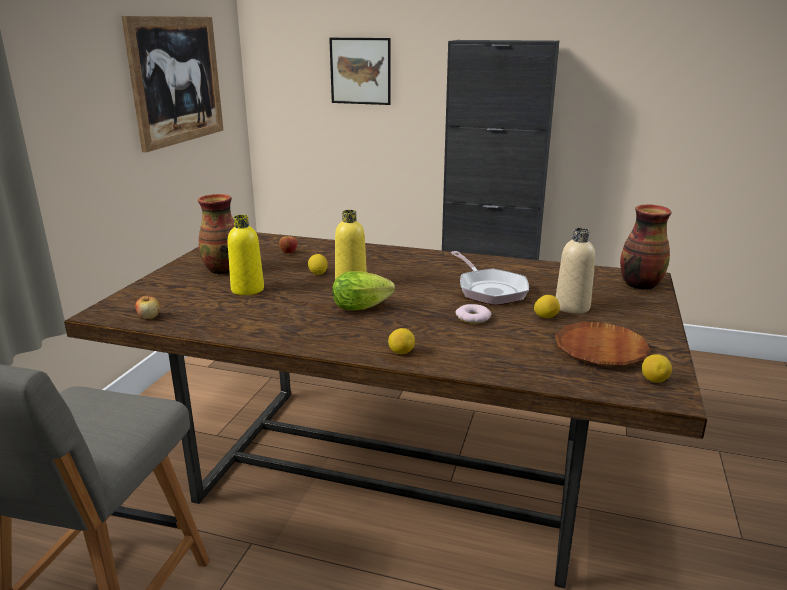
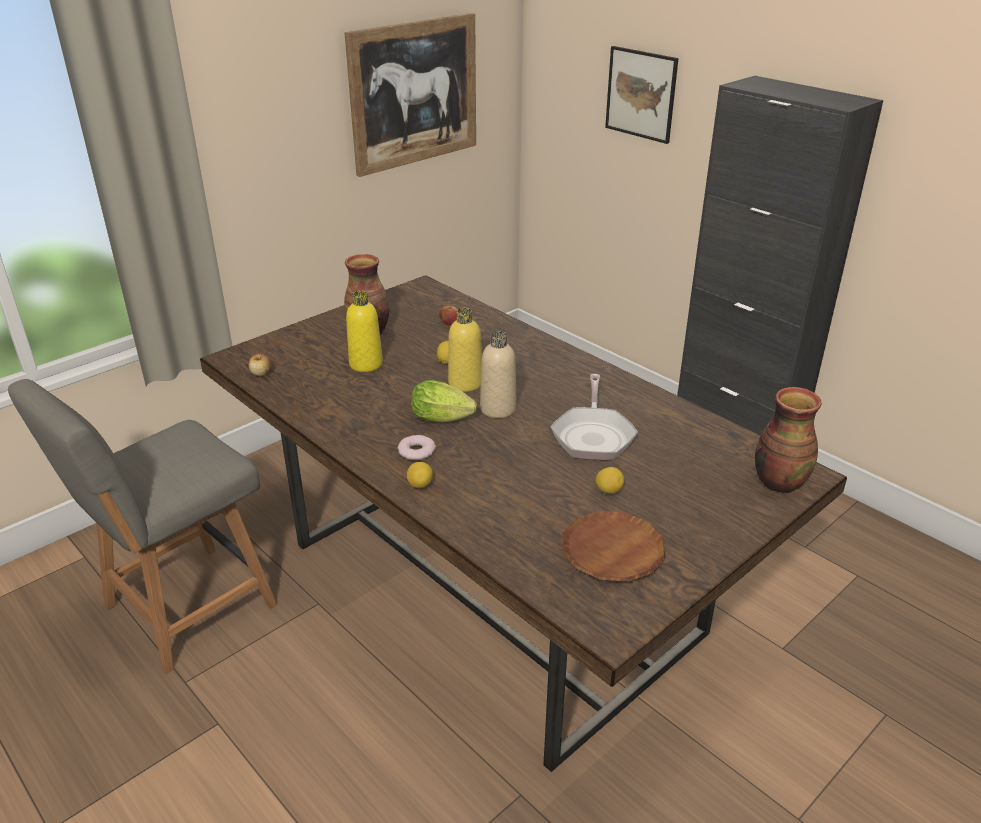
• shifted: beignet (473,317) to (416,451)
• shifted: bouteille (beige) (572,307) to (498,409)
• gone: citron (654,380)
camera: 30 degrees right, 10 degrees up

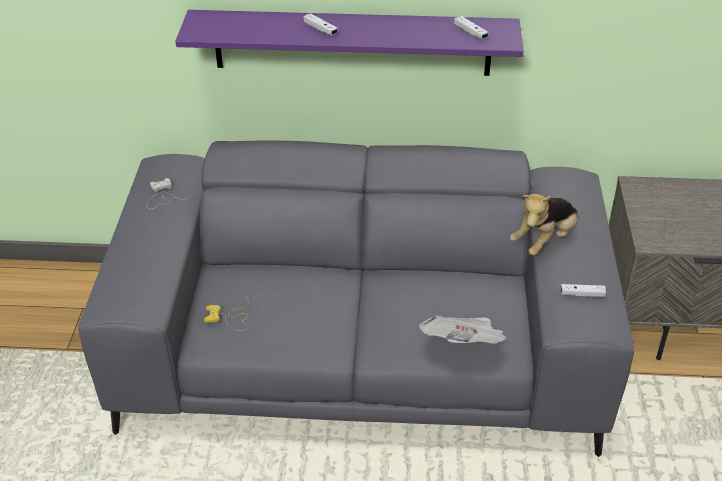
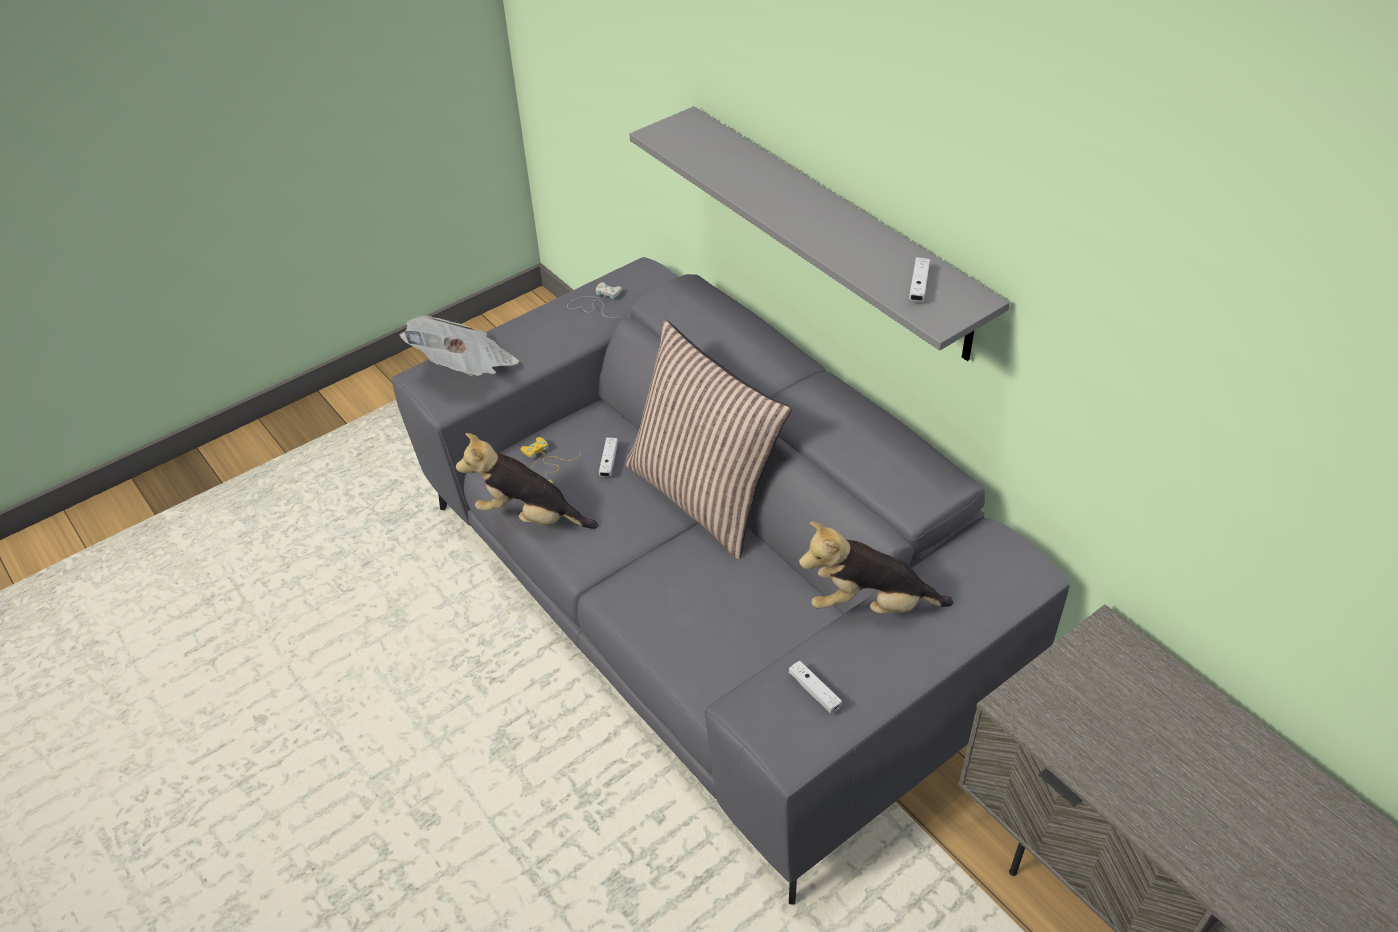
• shifted: journal (463,345) to (465,368)
• new: peluche (530,516)
• shifted: manette (blanc) (320,29) to (609,461)
• new: coussin (703,496)
• repainted: étagère (violet) (352,42) to étagère (gris) (833,231)
camera: 50 degrees right, 5 degrees up

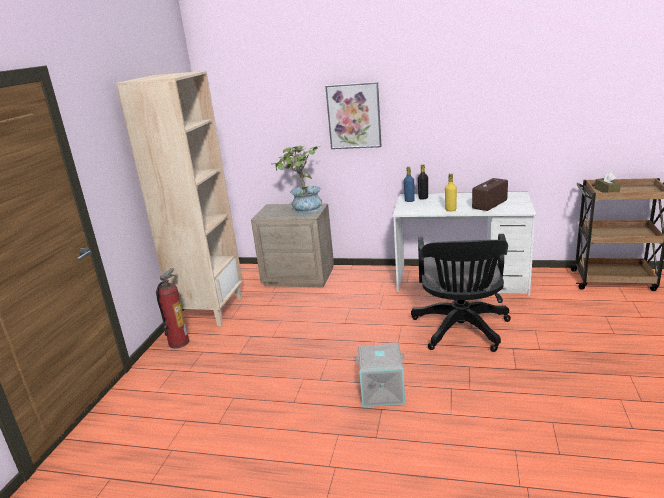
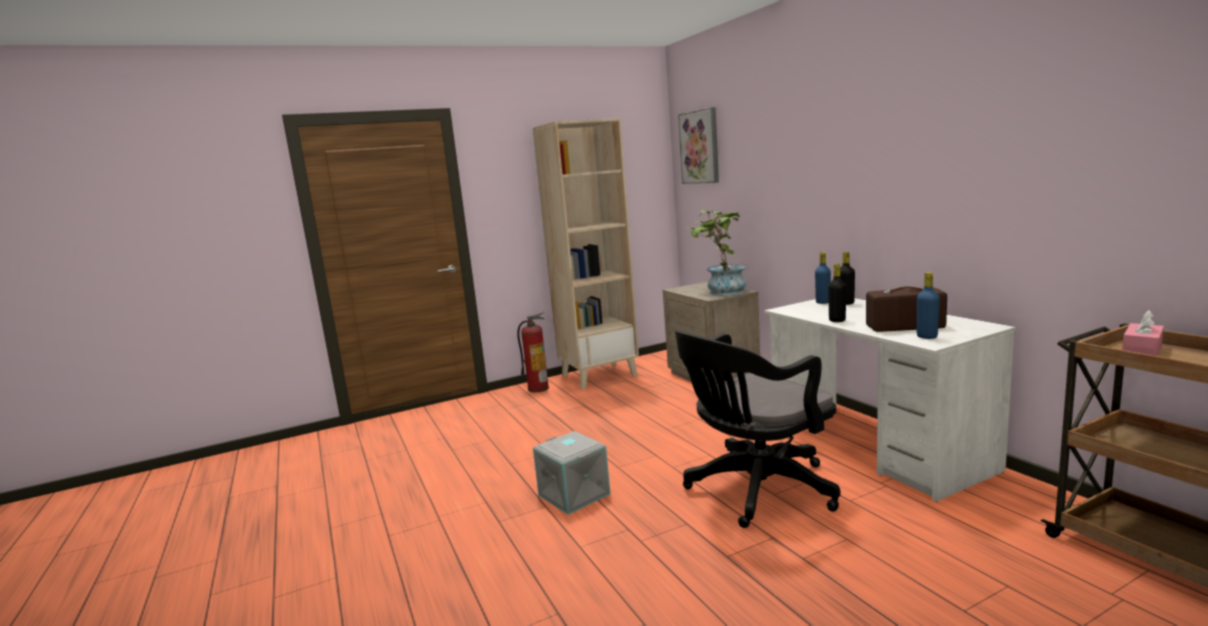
• shifted: tableau (354,116) to (700,147)
• repainted: bouteille (jaune) (450,210) to bouteille (noir) (837,320)
• new: bouteille (bleu) (927,336)
• repainted: boîte à mouchoirs (marron) (606,191) to boîte à mouchoirs (rose) (1141,351)
camera: 50 degrees right, 10 degrees down

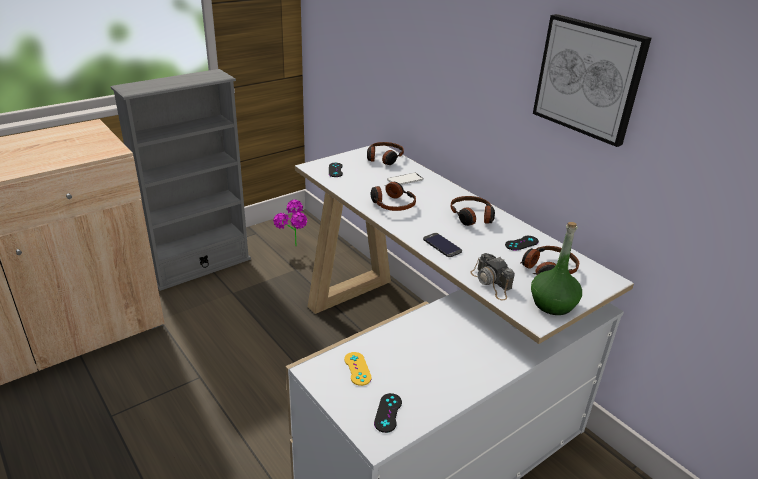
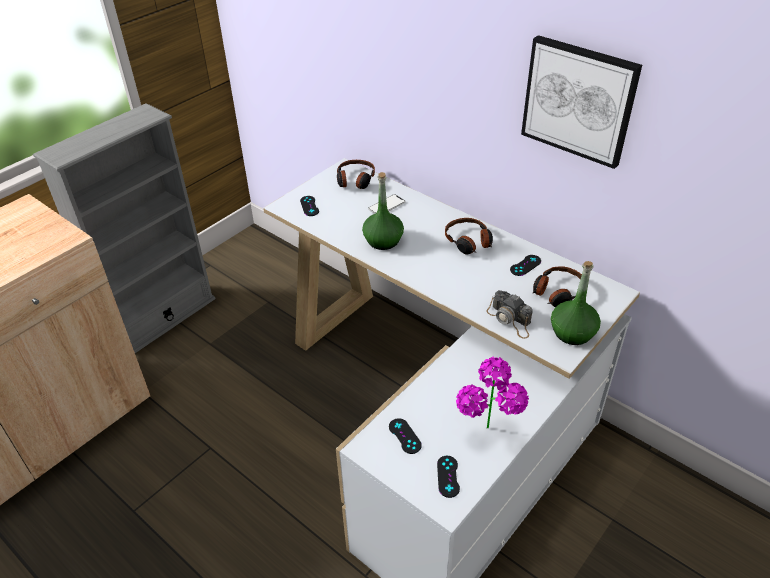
• swapped: casque audio (391,204) to bouteille (vert) (383,241)
• repainted: manette (jaune) (357,368) to manette (noir) (404,436)
• shifted: plante en pot (293,249) to (488,438)
• gone: téléphone (442,245)
camera: 10 degrees left, 10 degrees up

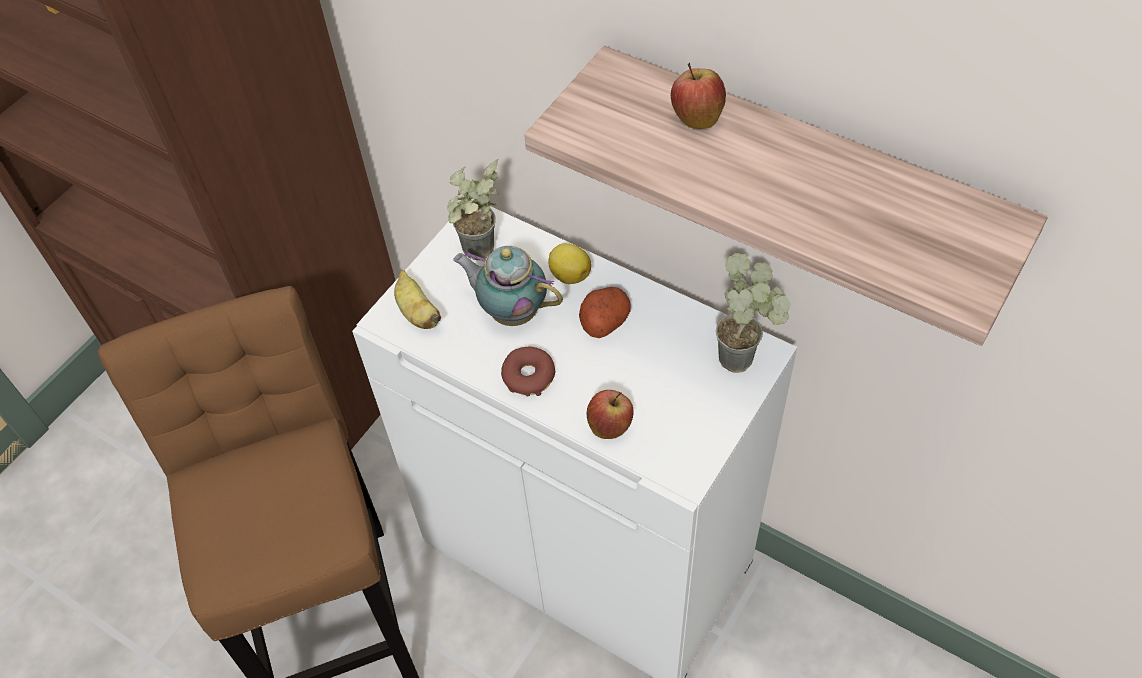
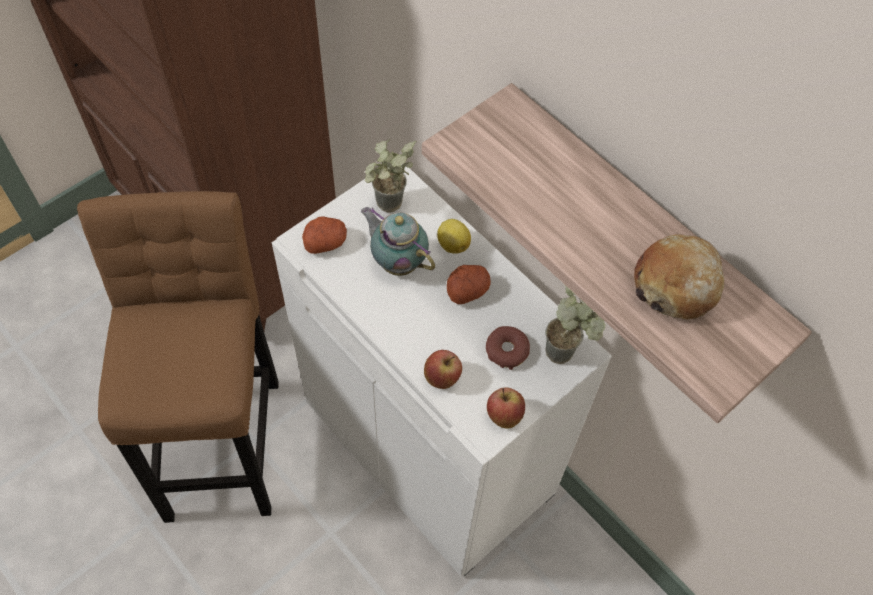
• swapped: banane (417,313) to pomme de terre (325,242)
• shifted: beignet (528,376) to (507,350)
• shifted: pomme (696,118) to (504,415)
• new: pain (676,285)
camera: 10 degrees right, 5 degrees up

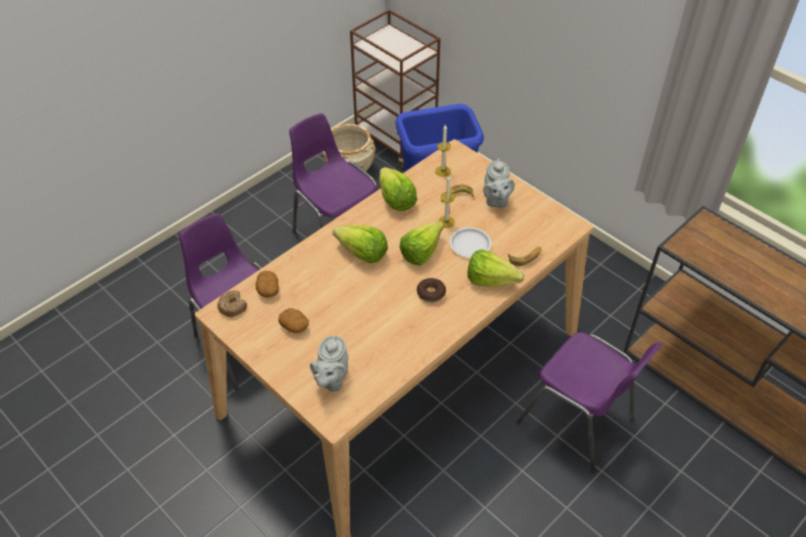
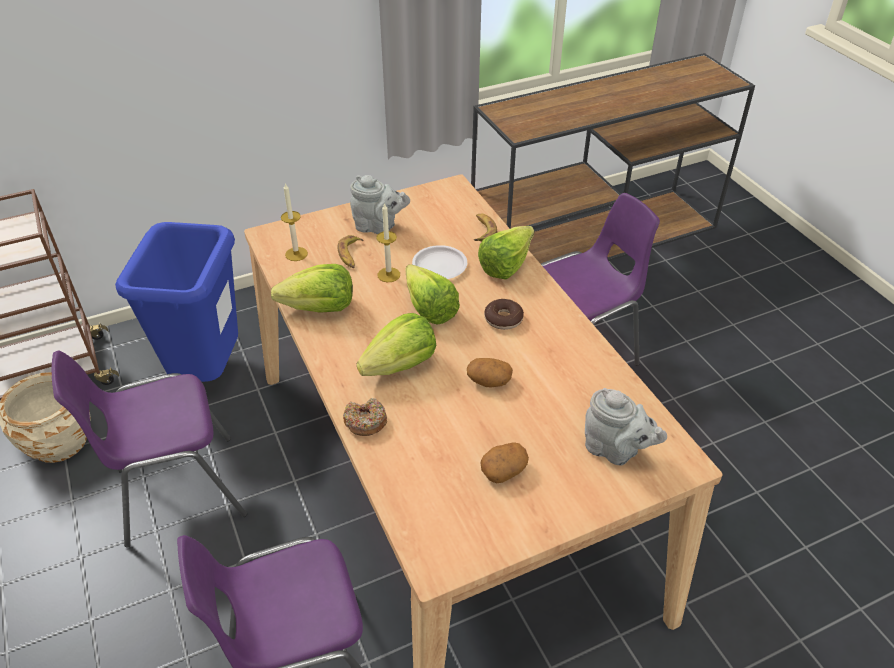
• shifted: beignet (232,307) to (365,422)
• shifted: pomme de terre (268,289) to (488,381)
camera: 70 degrees left, 5 degrees down

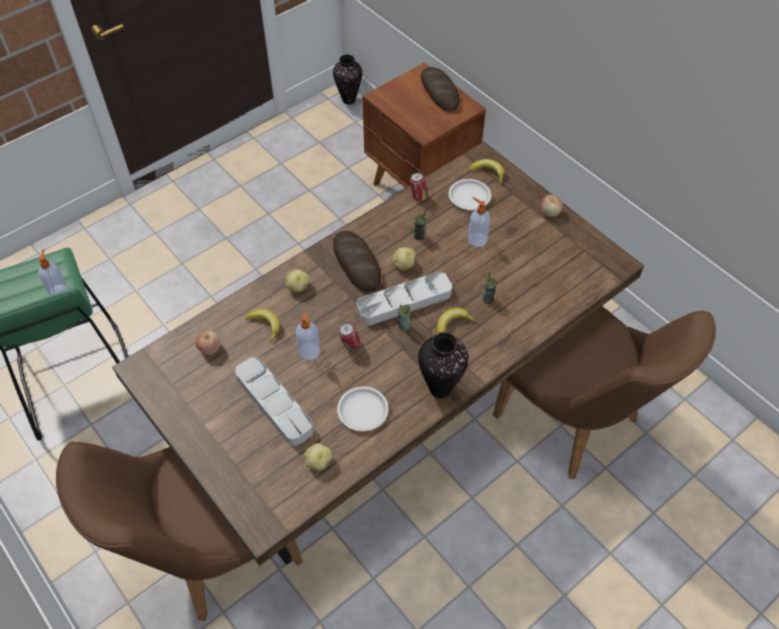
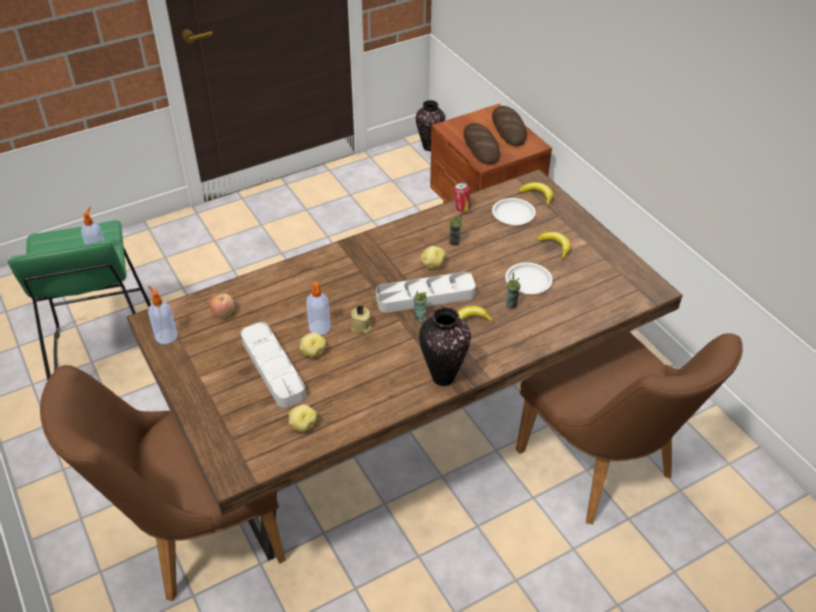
• shifted: distributeur de savon (476,239) to (166,336)
• shifted: pomme de terre (297,287) to (313,352)
• swapped: boîte métallique (350,345) to bougie (beige) (361,327)
• shifted: pain (356,263) to (481,147)
• shifted: assiette (blanc) (362,411) to (528,281)
• shifted: banane (265,325) to (555,247)
• gone: pomme (550,212)
camera: 10 degrees right, 10 degrees down

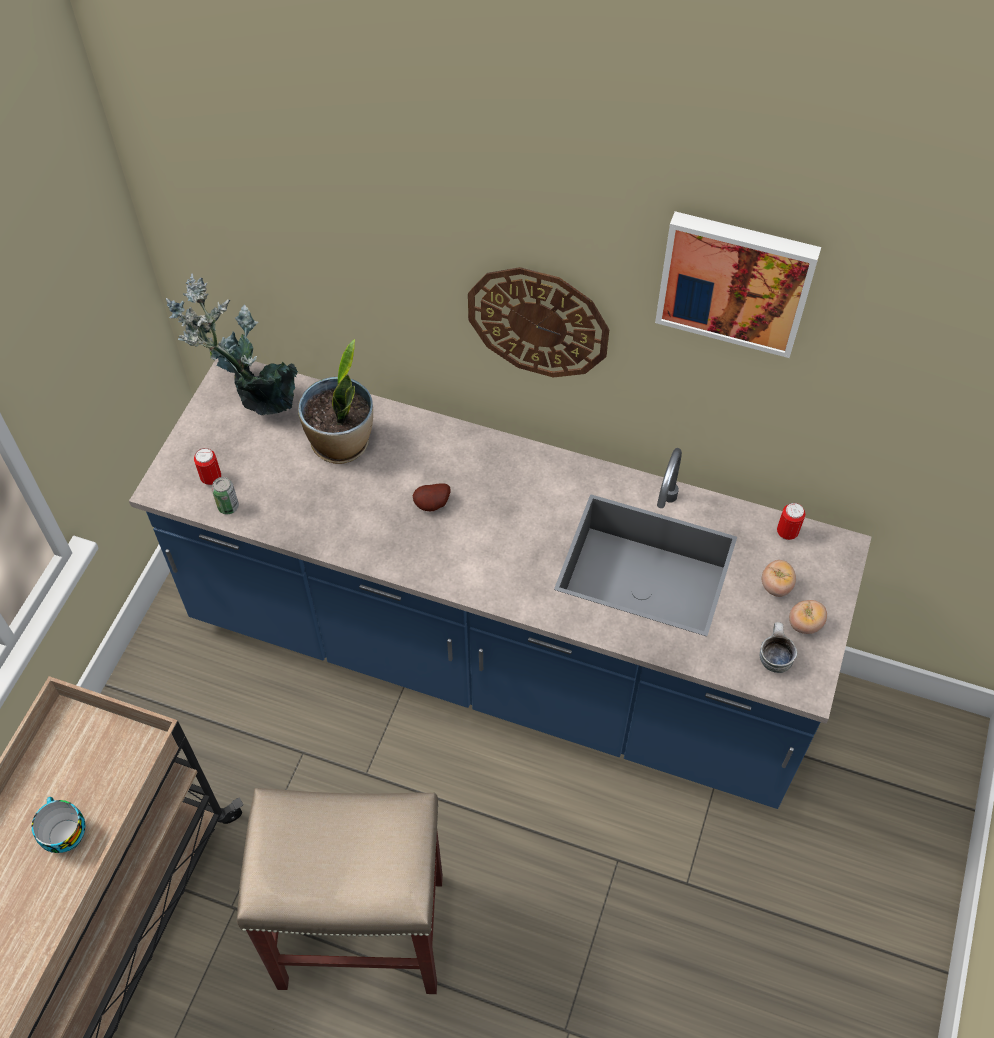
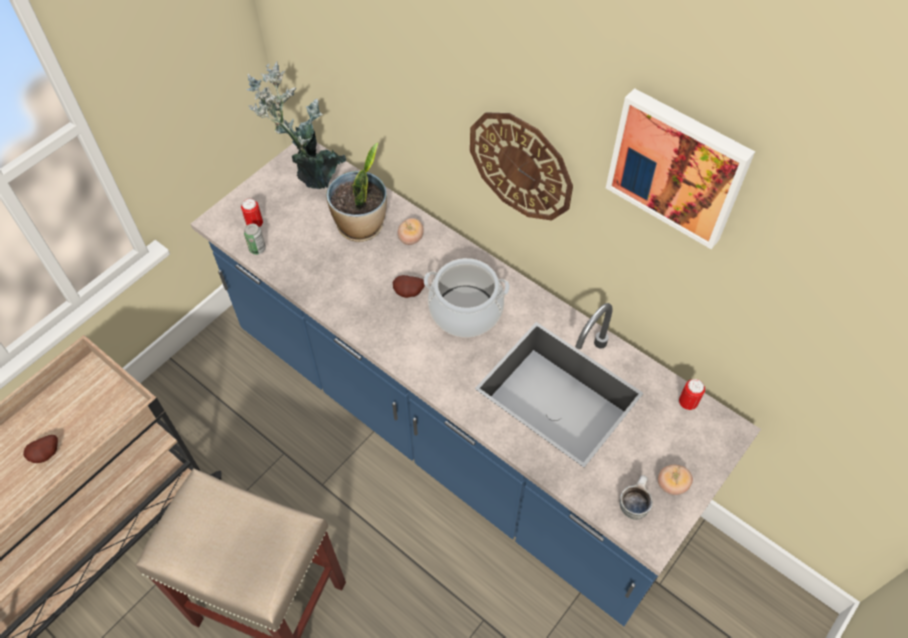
• swapped: tasse (64,834) to pomme de terre (47,455)
• shifted: tomate (776,586) to (411,239)
• new: marmite (465,311)
camera: 20 degrees right, 0 degrees up

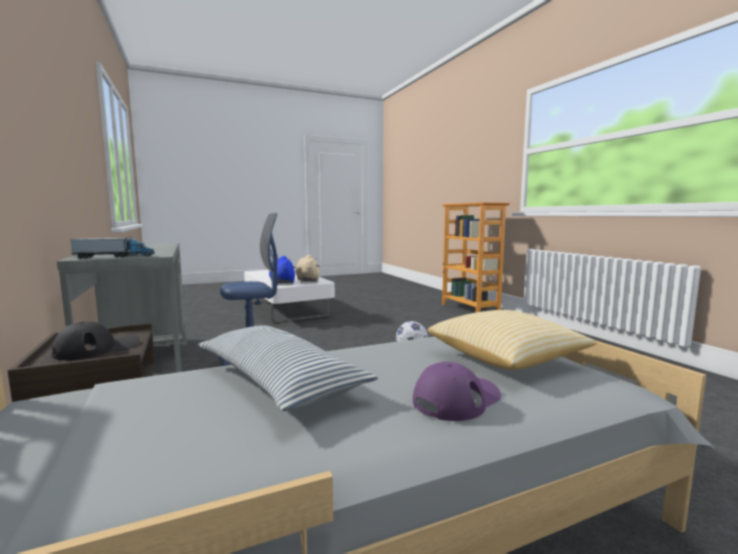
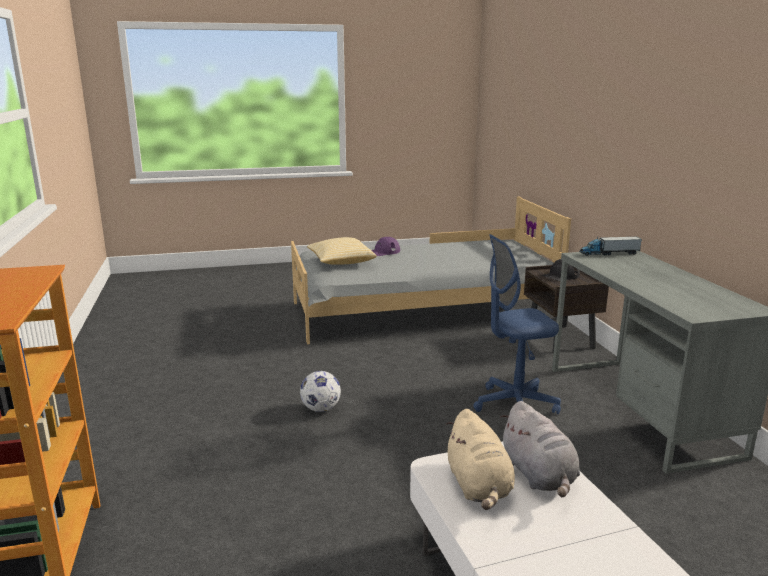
• repainted: peluche (bleu) (282,282) to peluche (gris) (539,475)
• gone: coussin (278,381)
camera: 170 degrees left, 10 degrees up

